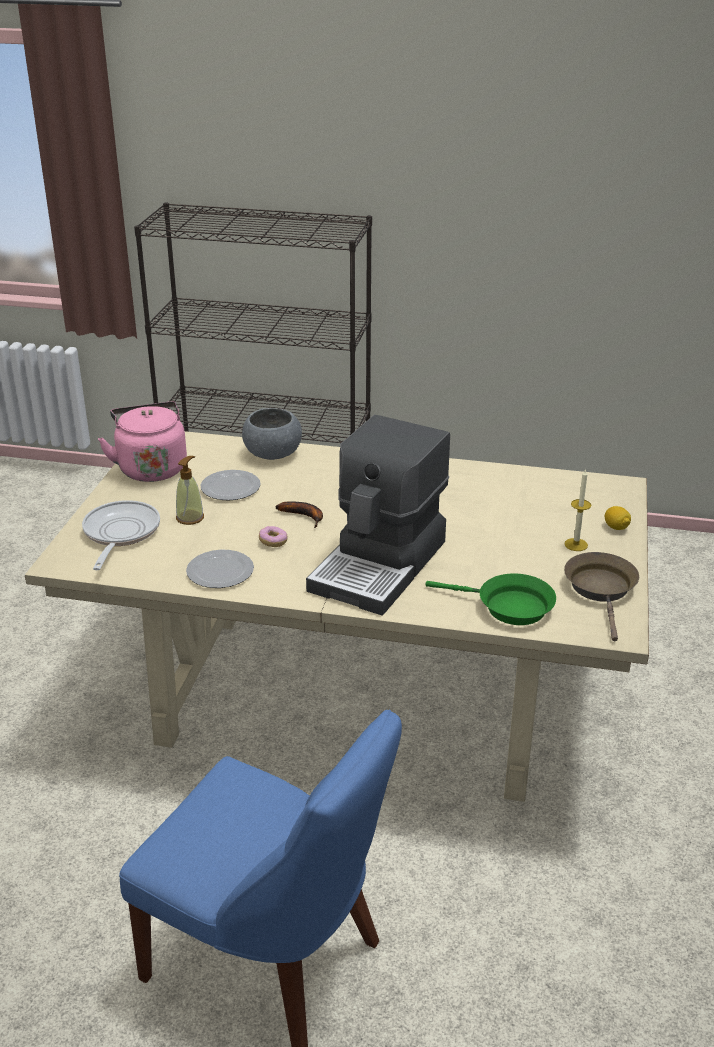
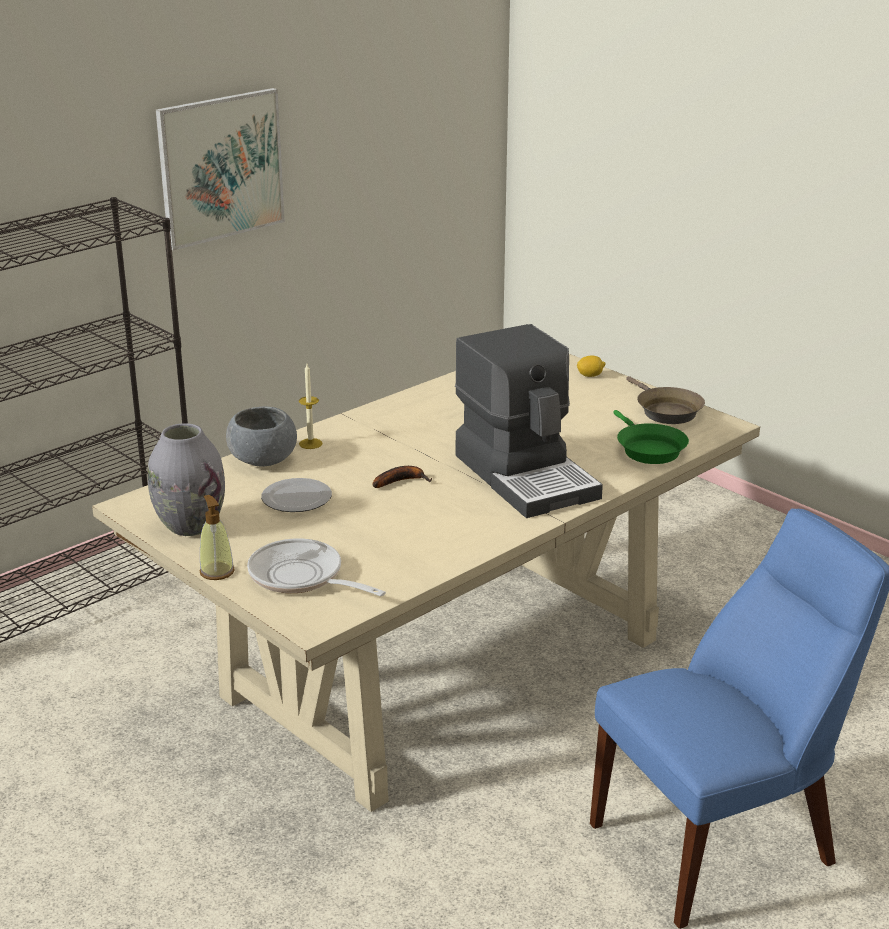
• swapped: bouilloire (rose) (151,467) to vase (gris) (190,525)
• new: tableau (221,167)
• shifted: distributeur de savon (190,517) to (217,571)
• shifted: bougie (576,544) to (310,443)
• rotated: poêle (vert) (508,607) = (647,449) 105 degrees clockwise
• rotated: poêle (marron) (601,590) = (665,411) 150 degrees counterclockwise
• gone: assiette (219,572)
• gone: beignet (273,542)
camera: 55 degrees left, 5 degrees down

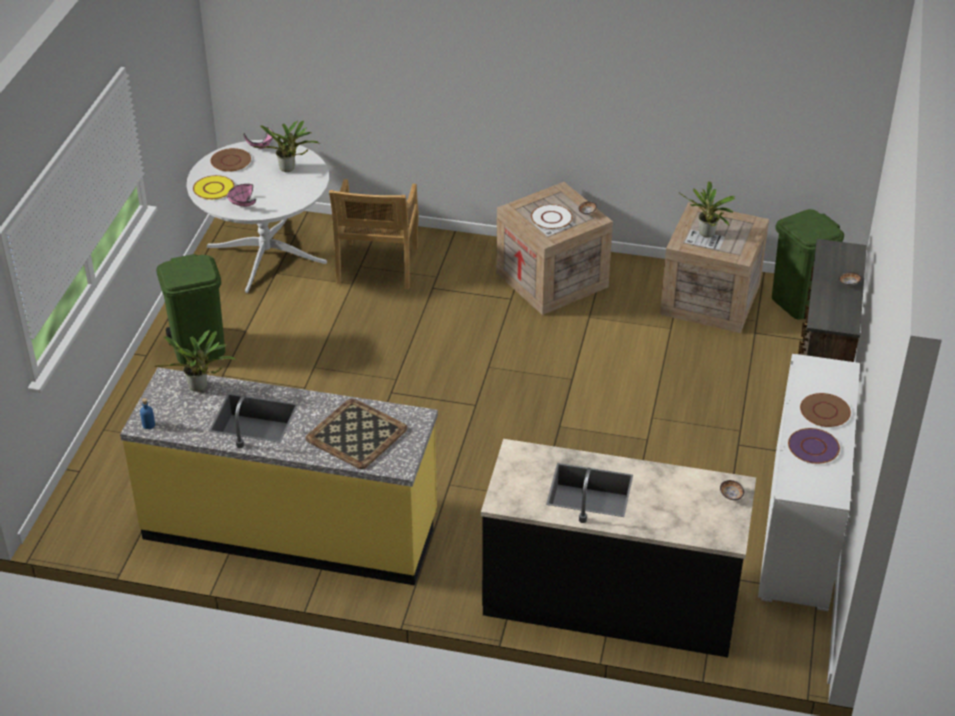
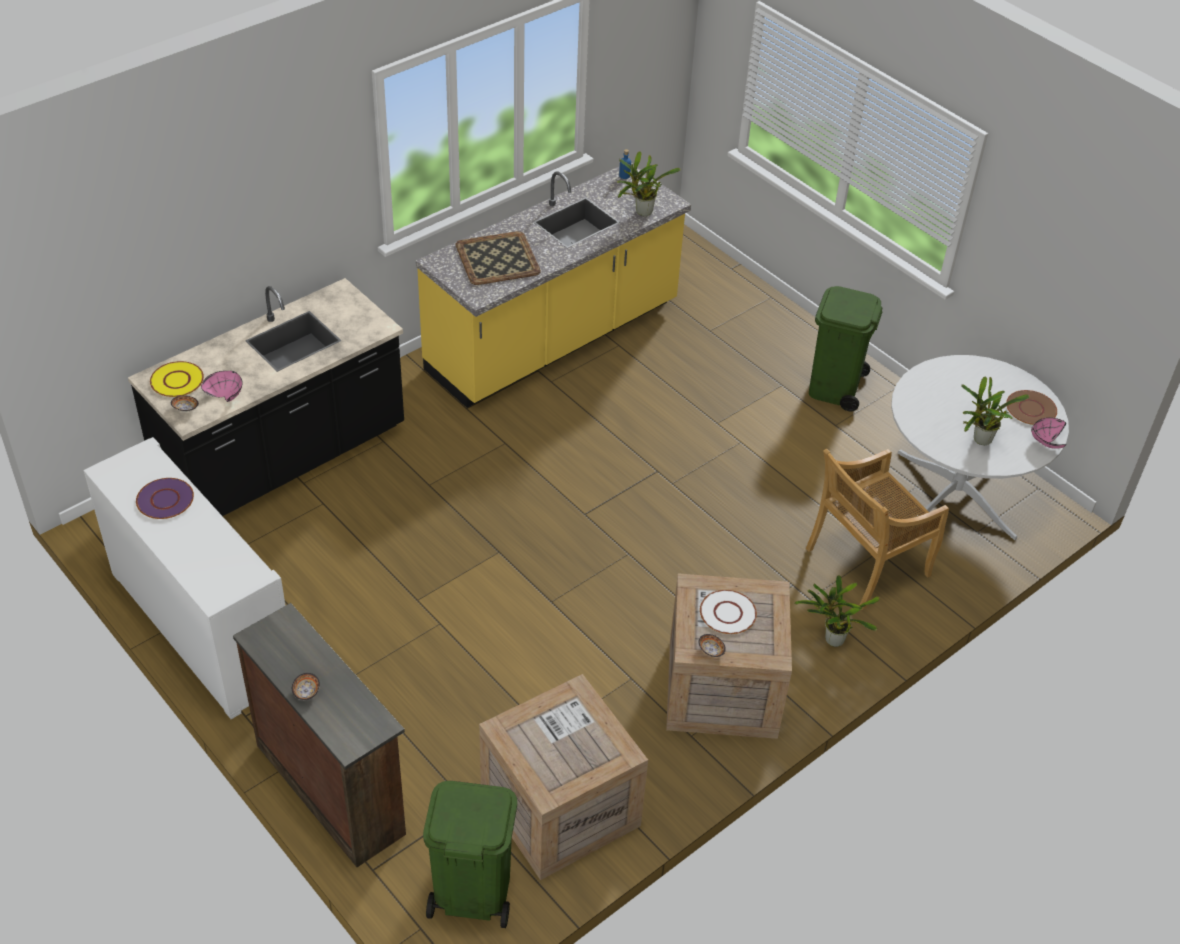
• shifted: assiette (jaune) (214,188) to (177,381)
• shifted: bol (rose) (242,204) to (226,394)
• shifted: plante en pot (707,235) to (831,639)
• rotated: chaise (beige) (377,267) = (866,563) 75 degrees counterclockwise
• gone: assiette (marron) (825,411)
camera: 125 degrees right, 5 degrees up

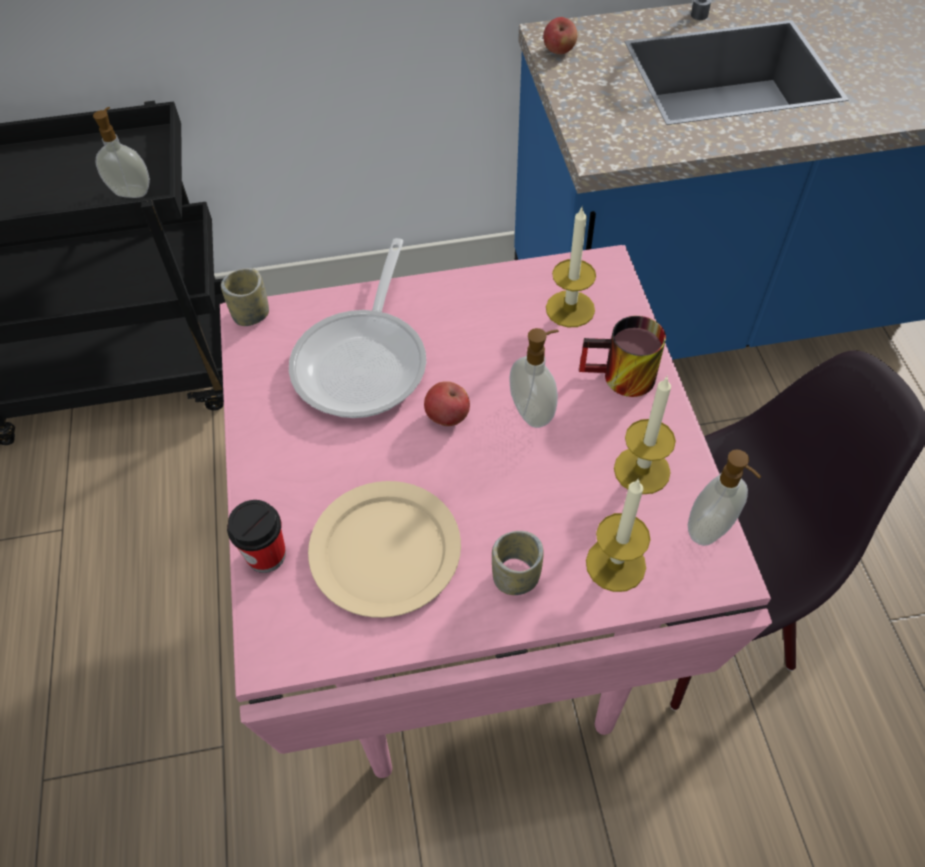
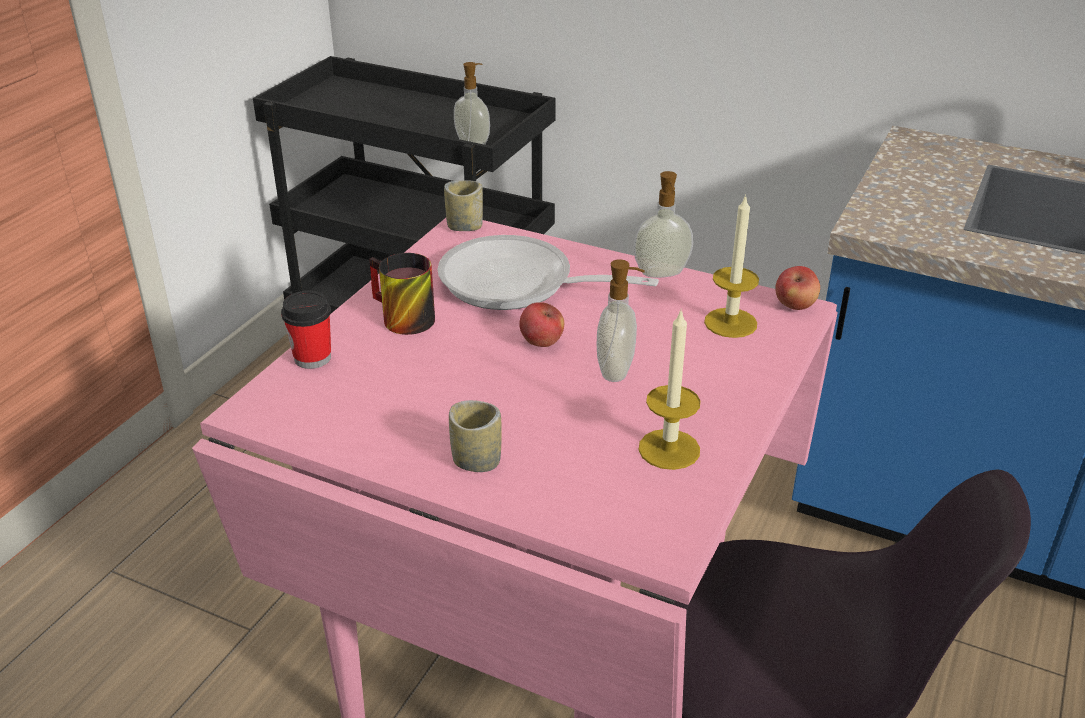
• shifted: mug (620,380) to (399,318)
• rotated: poêle (365,360) = (517,284) 60 degrees clockwise
• shifted: distributeur de savon (710,530) to (662,274)
• shifted: pomme (559,51) to (795,306)
• gone: assiette (beige) (384,550)
• gone: bougie (615,564)
camera: 35 degrees right, 20 degrees down

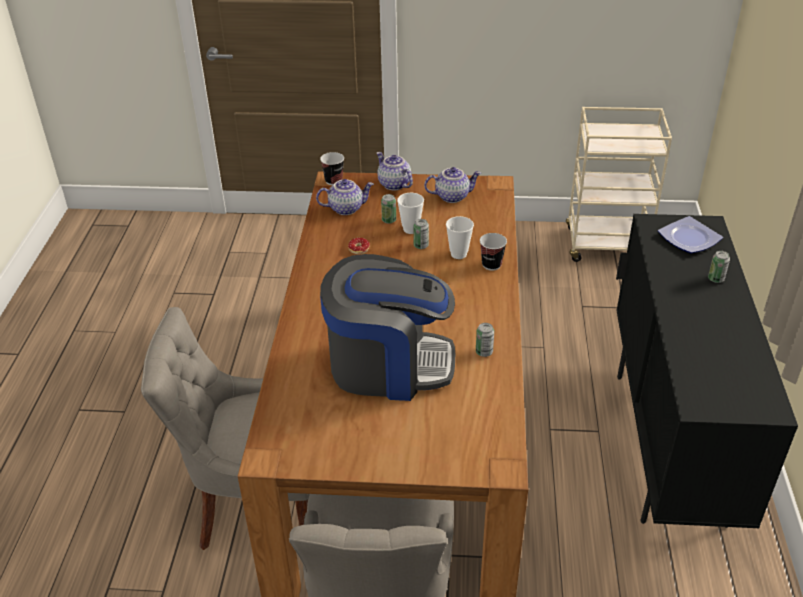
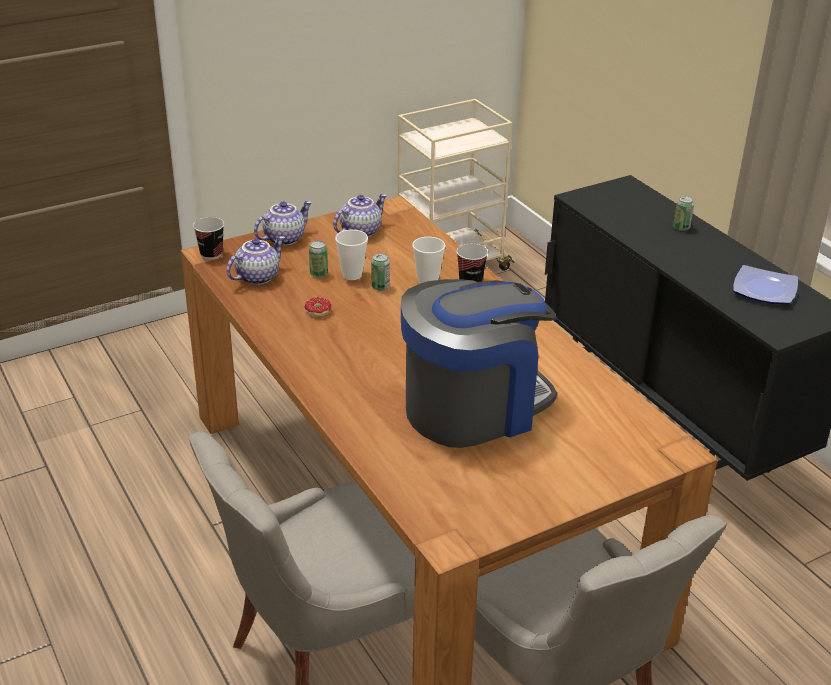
• rotated: théière (393,184) = (284,238) 120 degrees clockwise
• shifted: assiette (687,238) to (763,290)
• gone: boîte métallique (484,352)
camera: 35 degrees left, 5 degrees down

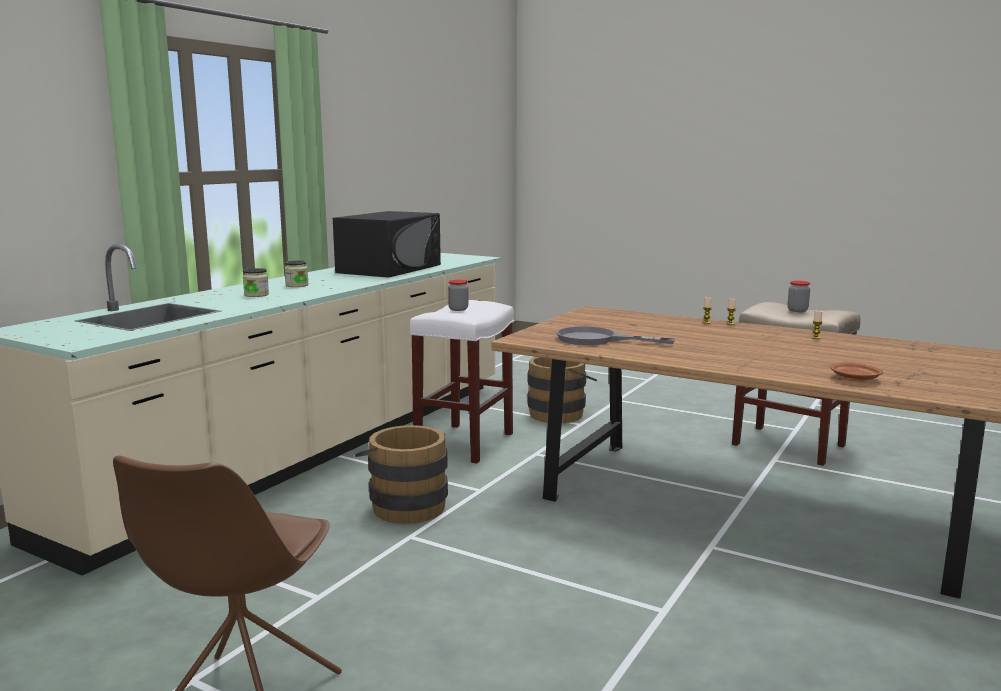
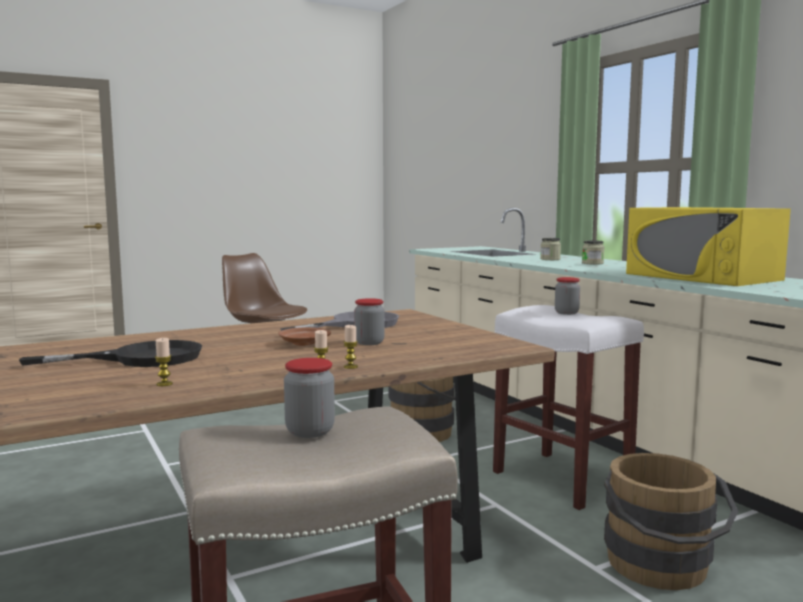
• new: poêle (noir) (140,359)
• shifted: assiette (marron) (855,379) to (304,343)
• new: bocal (369,343)
• repainted: micro-ondes (noir) (389,268) to micro-ondes (jaune) (702,277)
camera: 120 degrees right, 5 degrees down

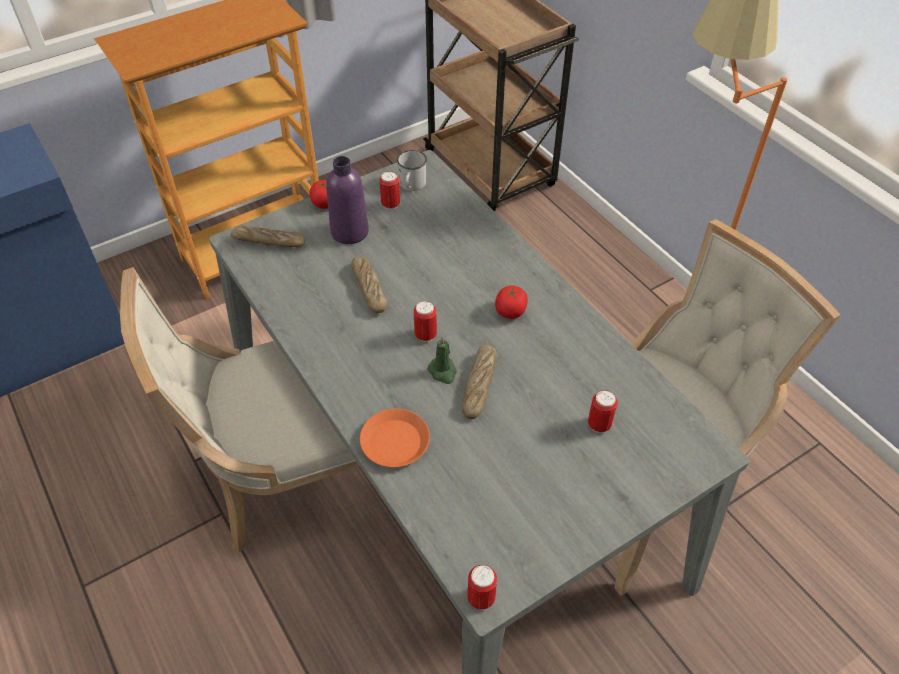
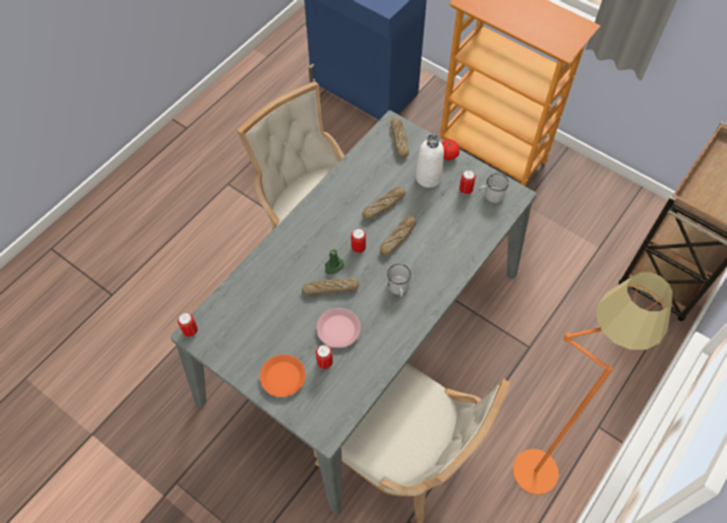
• shifted: assiette (orange) (394,442) to (283,377)
• new: assiette (rose) (338,329)
• new: pain (398,238)
• swapped: tomate (510,311) to mug (blanc) (398,288)
• repainted: bouteille (violet) (349,232) to bouteille (blanc) (428,177)
camera: 70 degrees right, 10 degrees up

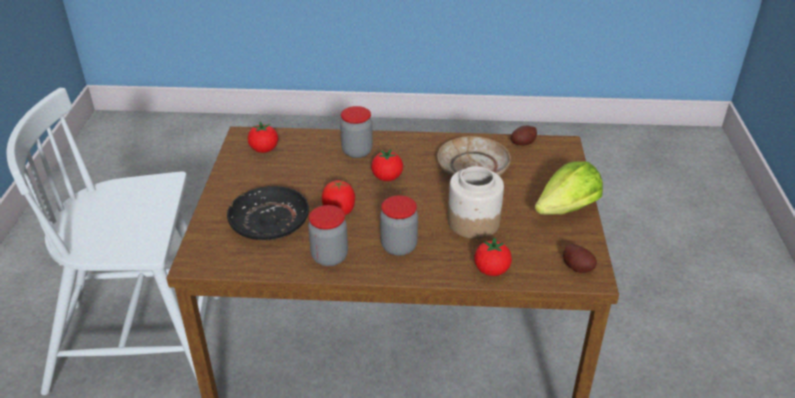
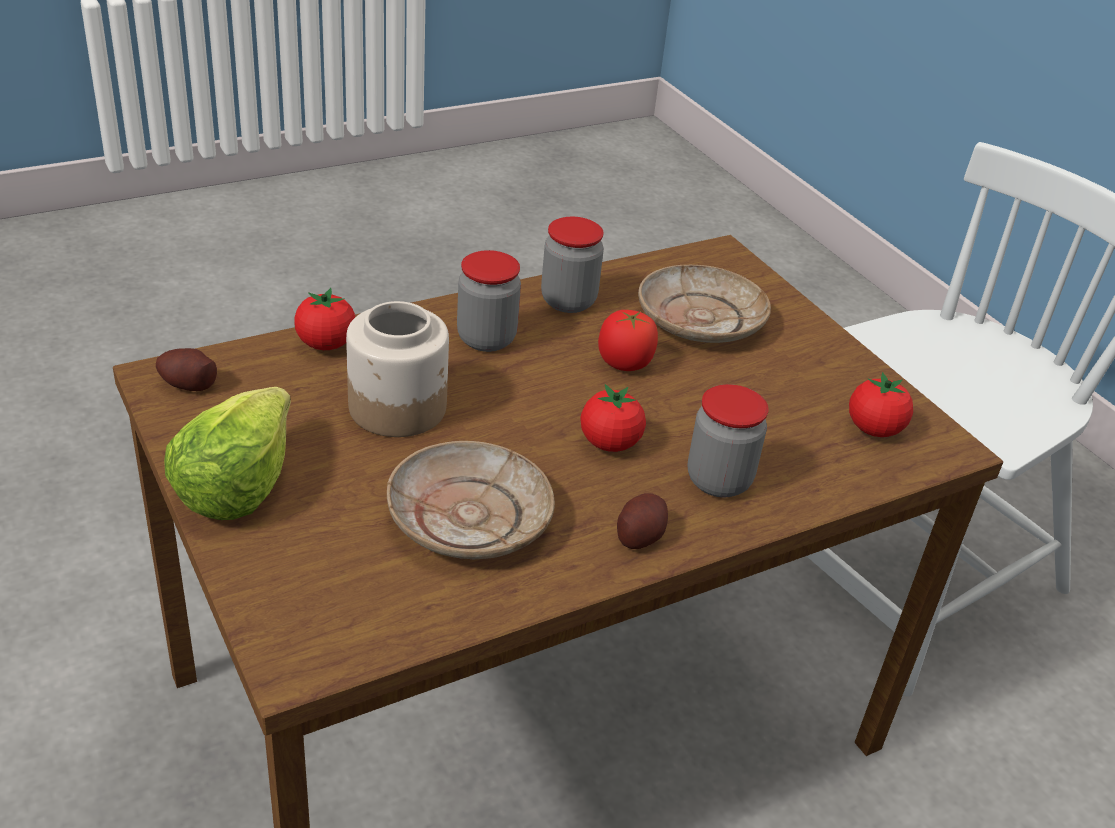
• shifted: pomme de terre (522,143) to (639,535)
• repainted: assiette (noir) (270,222) to assiette (beige) (699,319)
camera: 145 degrees right, 0 degrees up

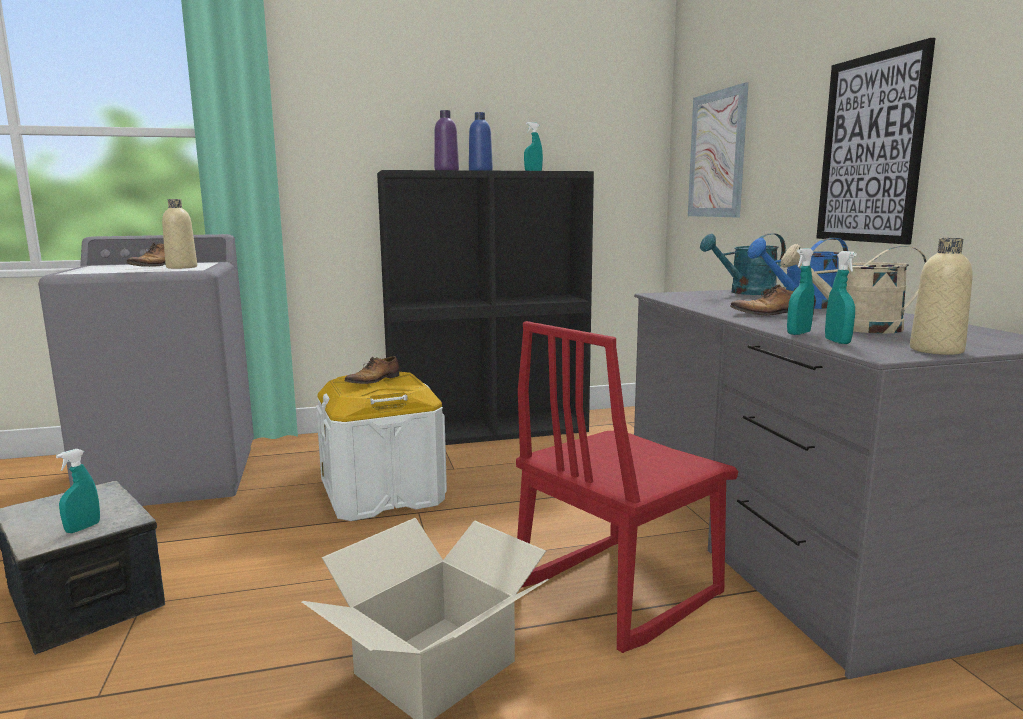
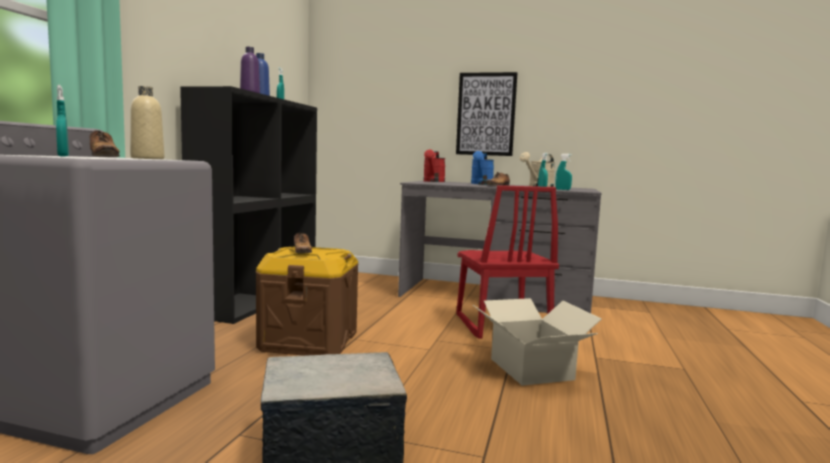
• shifted: vaporisateur (turquoise) (83,528) to (63,156)
• repainted: boîte de rangement (blanc) (383,494) to boîte de rangement (marron) (309,341)
• repainted: arrosoir (turquoise) (746,293) to arrosoir (rouge) (433,181)
• gone: tableau (717,154)
• gone: bouteille (beige) (936,350)
camera: 60 degrees left, 5 degrees down

